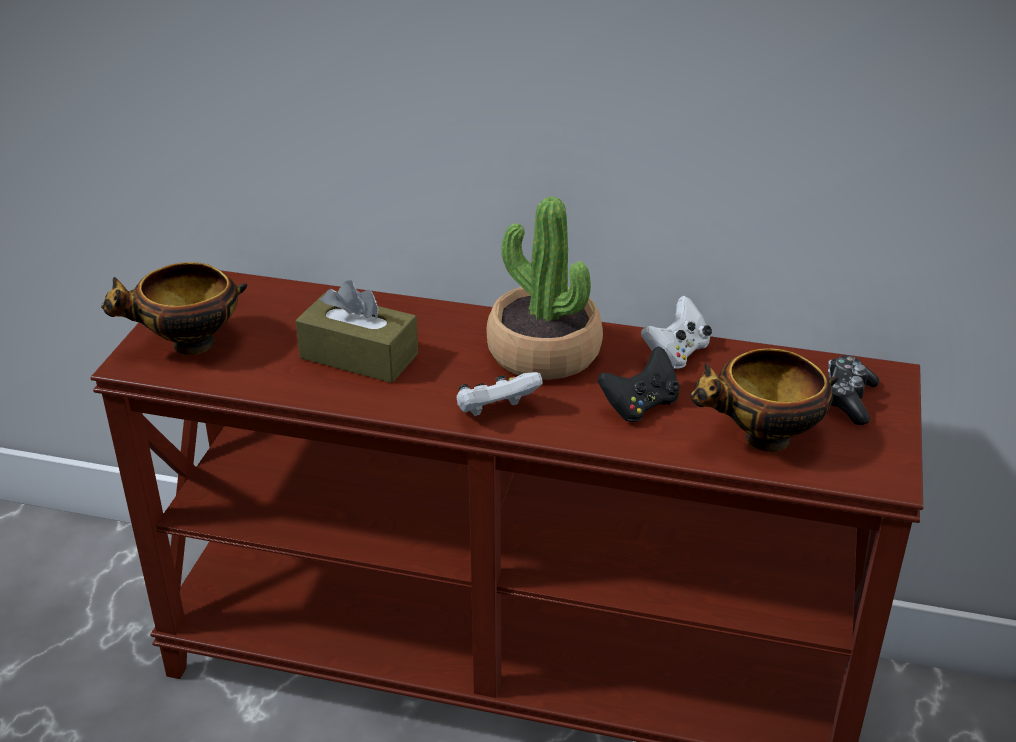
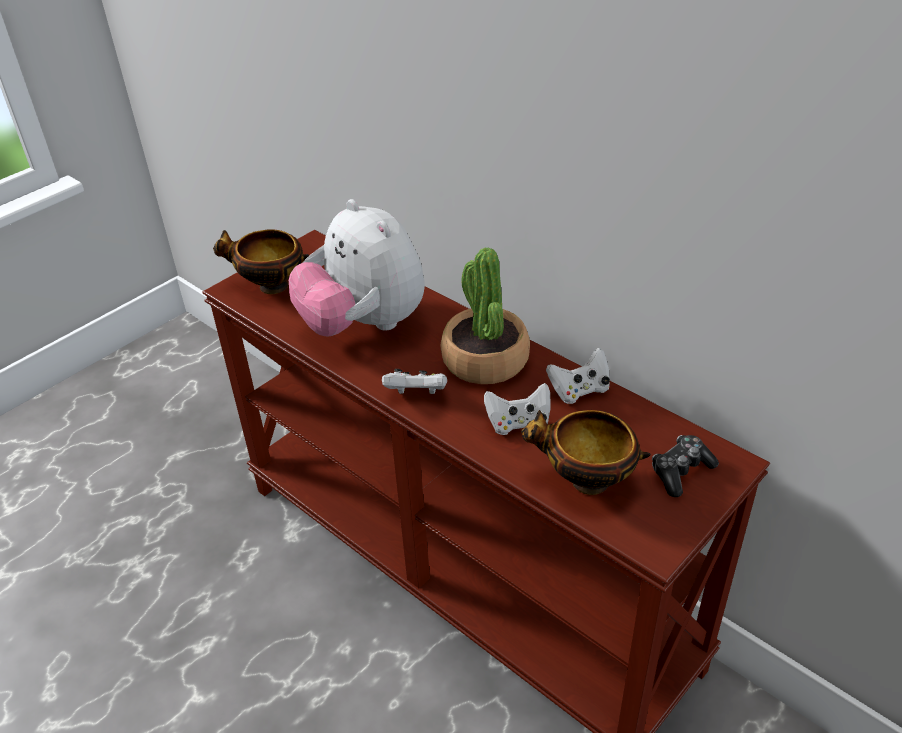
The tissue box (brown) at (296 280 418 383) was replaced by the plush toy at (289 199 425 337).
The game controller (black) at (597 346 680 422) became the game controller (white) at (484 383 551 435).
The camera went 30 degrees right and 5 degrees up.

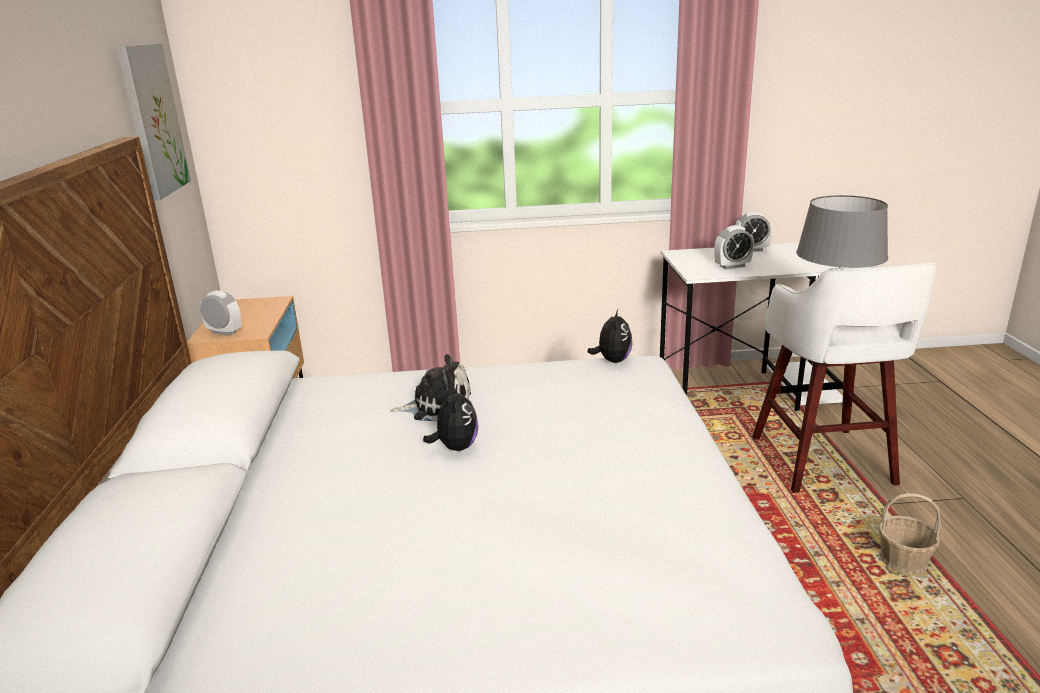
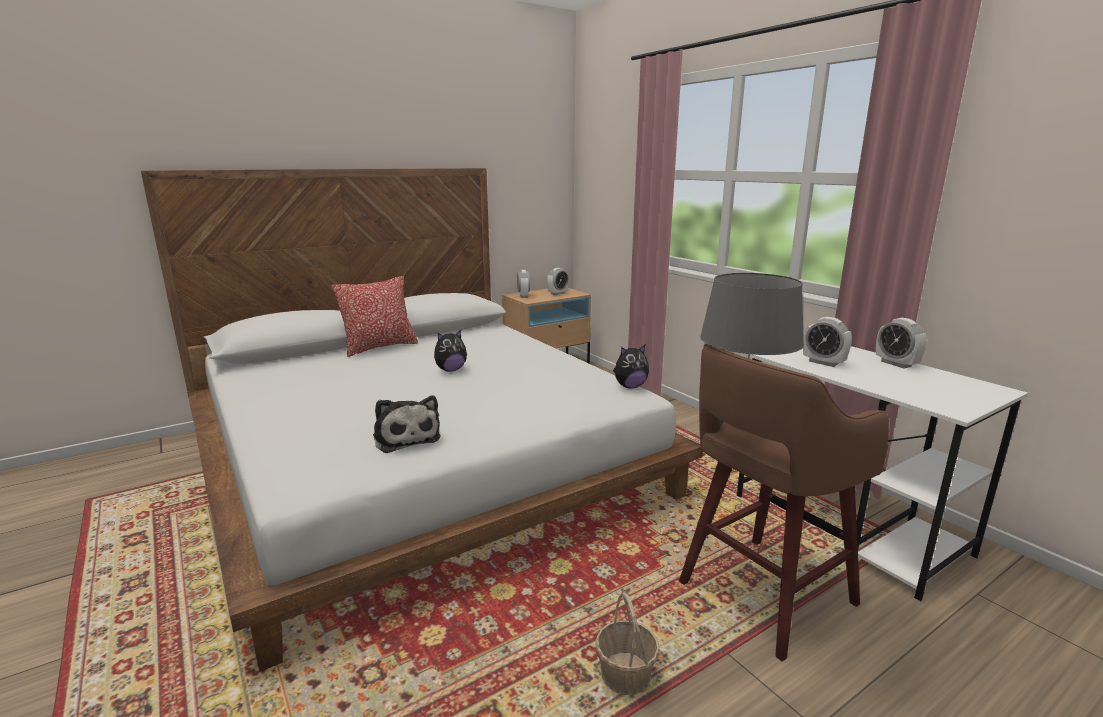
The pillow at (332 276 418 357) appeared.
The plush toy moved from (391 354 471 421) to (373 395 441 453).
The alarm clock at (547 268 568 295) appeared.
The stool (white) at (752 262 936 493) became the stool (brown) at (679 344 889 661).
The picture at (116 43 191 200) disappeared.
The camera went 60 degrees right and 5 degrees down.

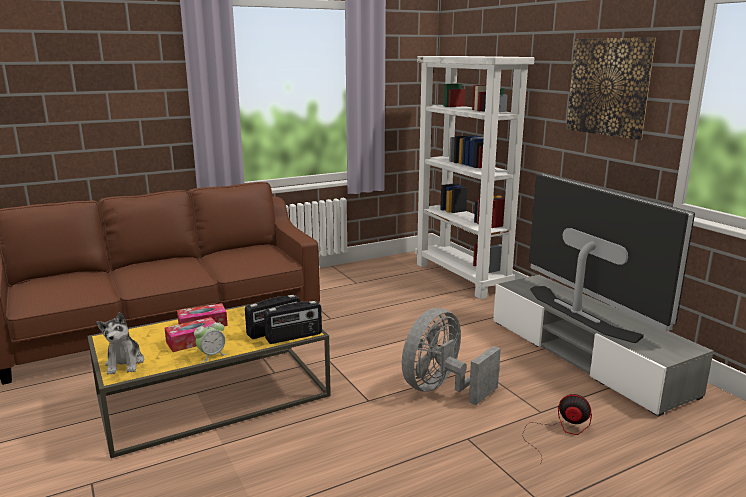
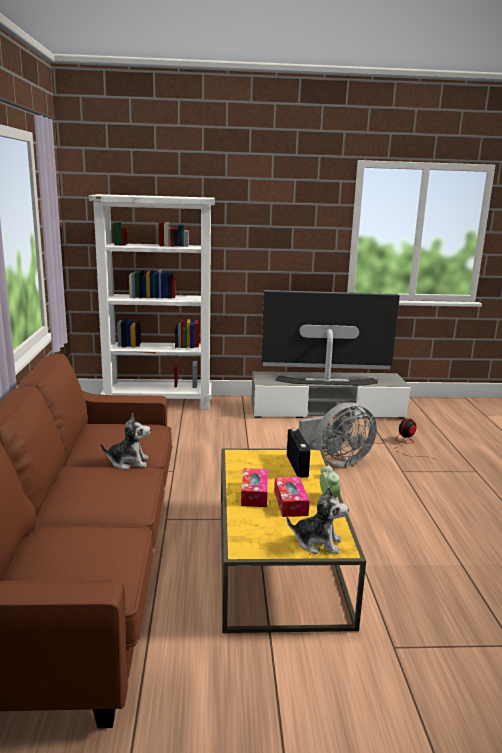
The plush toy at (100 413 151 469) appeared.
The fan (grey) at (402 308 501 405) turned 90 degrees counterclockwise.
The radio at (264 301 322 344) disappeared.
The picture at (566 37 656 140) disappeared.
The camera went 65 degrees left and 0 degrees up.

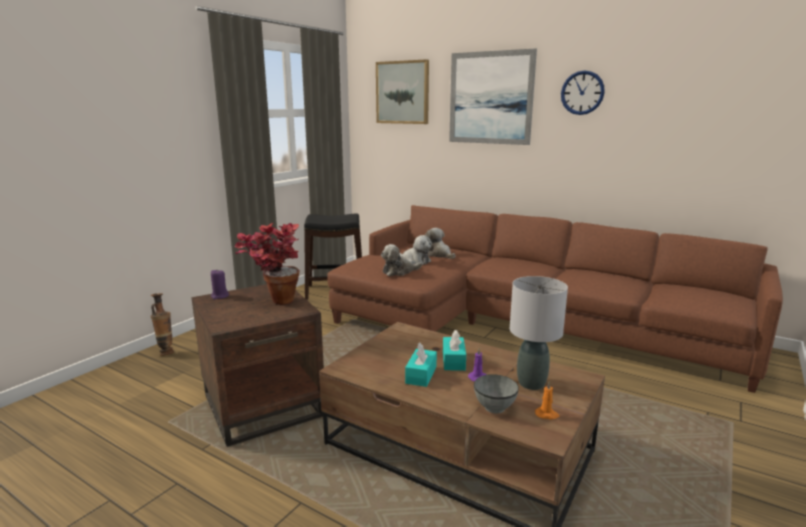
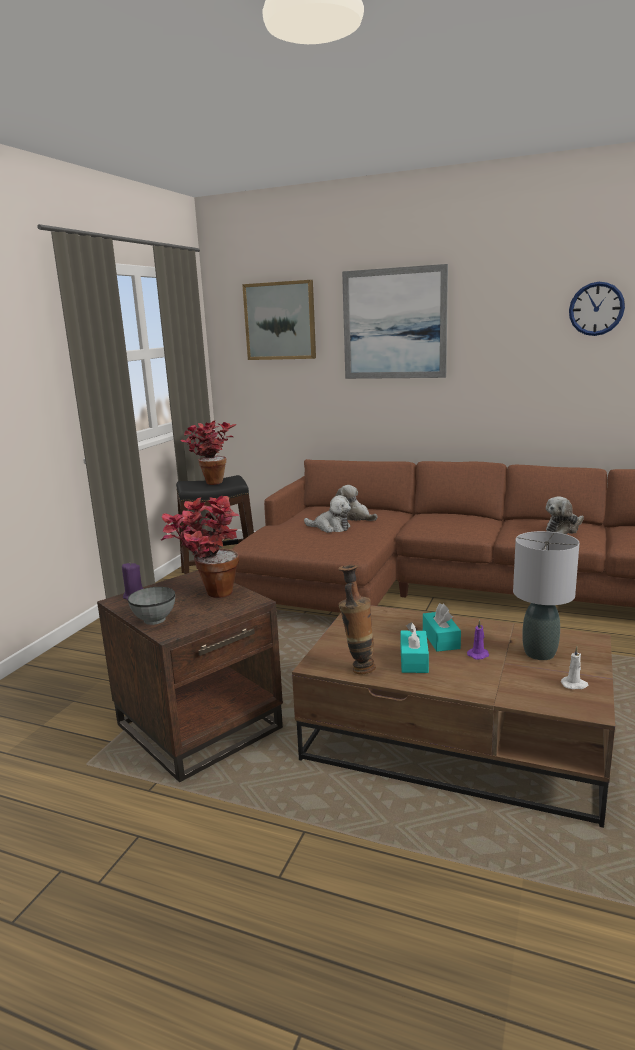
The bowl (grey) moved from (474 374 519 413) to (128 587 175 625).
The potted plant at (180 420 236 485) appeared.
The vase moved from (151 293 174 356) to (338 565 376 675).
The plush toy moved from (381 244 422 276) to (546 496 584 534).
The candle (orange) at (535 381 559 420) became the candle (white) at (561 647 588 689).
The wall clock moved from (561 70 605 115) to (569 282 625 336).
The camera went 10 degrees left and 0 degrees up.

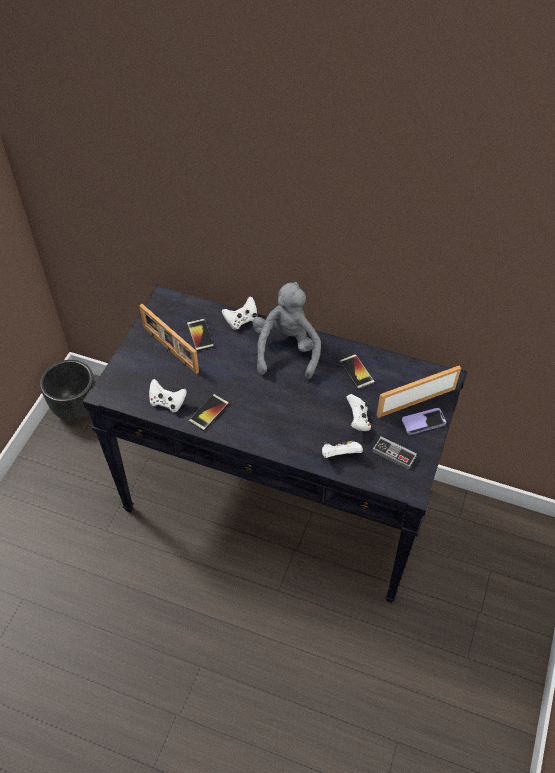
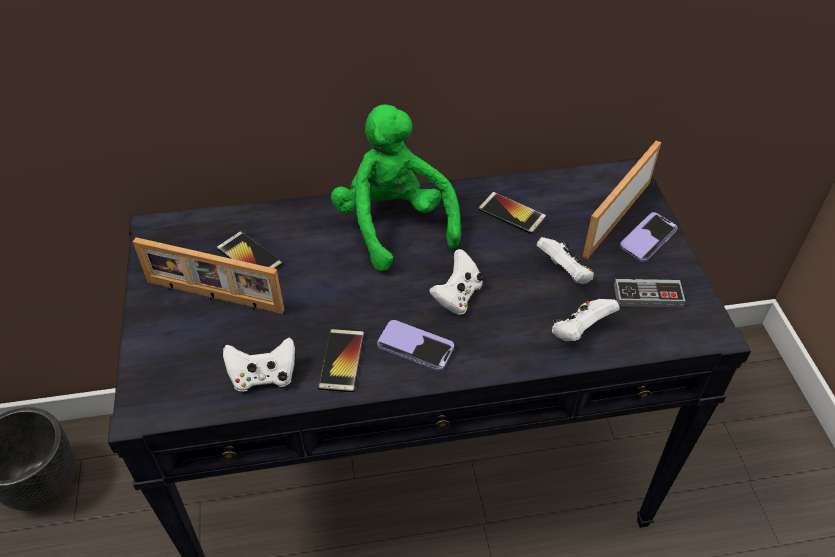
The plush toy (grey) at (252 282 321 379) became the plush toy (green) at (331 104 461 271).
The phone at (377 320 454 371) appeared.
The game controller (white) moved from (222 297 257 330) to (429 249 484 315).
The camera went 30 degrees left and 5 degrees down.

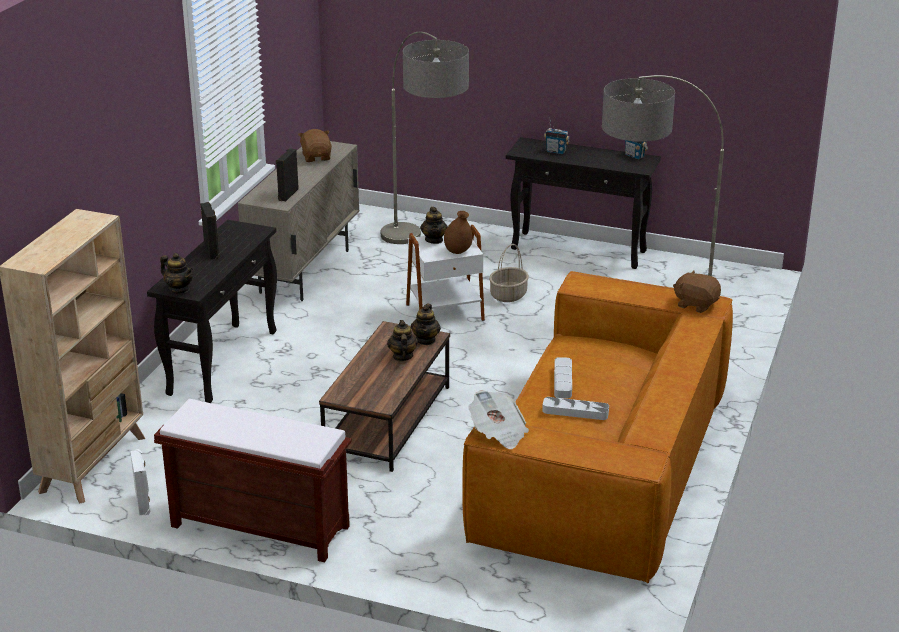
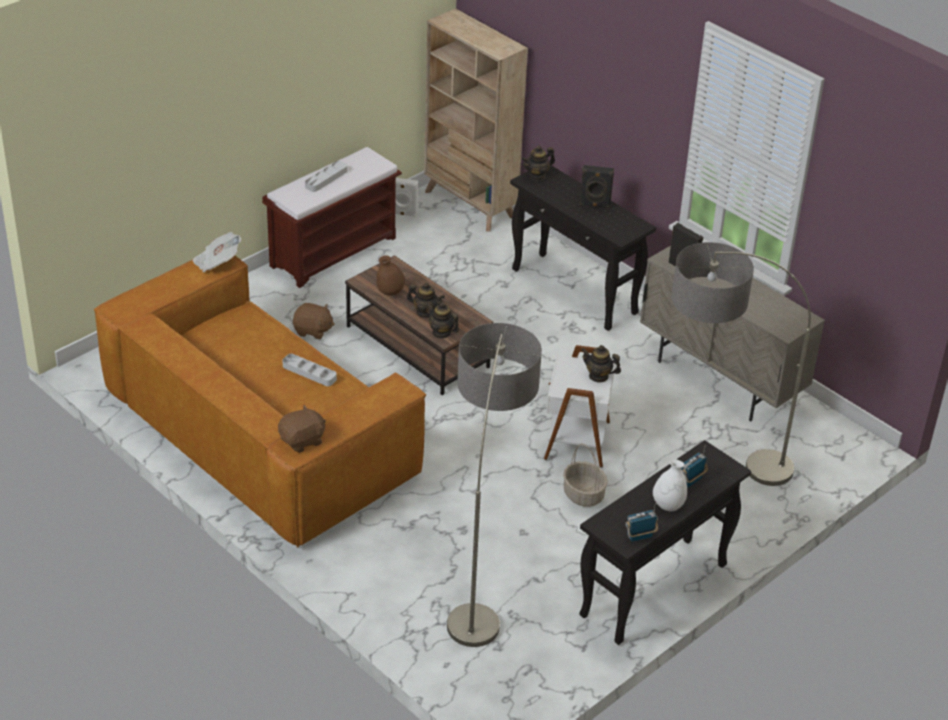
The plush toy (brown) moved from (298 129 332 162) to (293 303 335 339).
The tray (grey) moved from (542 397 609 420) to (305 161 348 192).
The vase (brown) moved from (444 211 472 254) to (376 256 405 296).
The vase (white) at (653 459 687 511) appeared.
The camera went 115 degrees right and 10 degrees up.

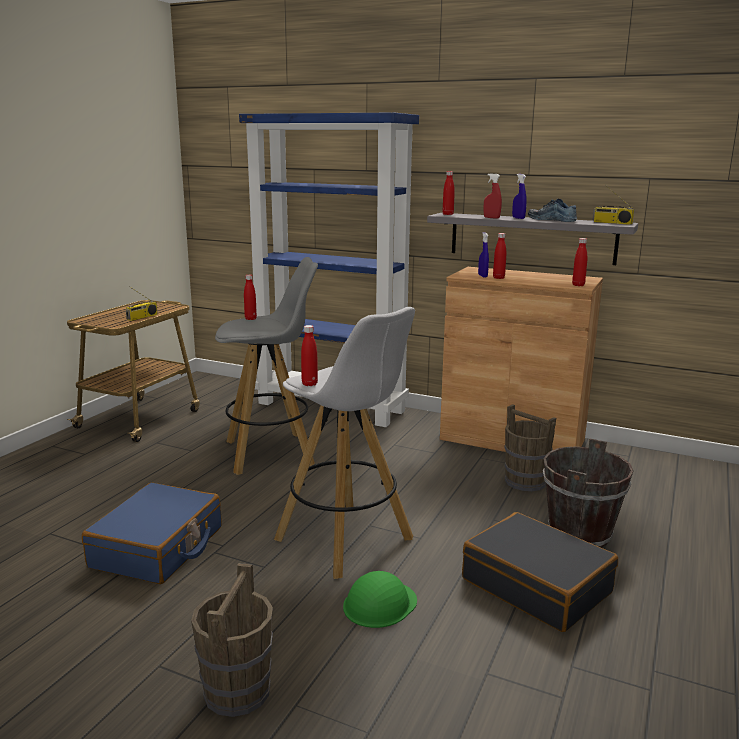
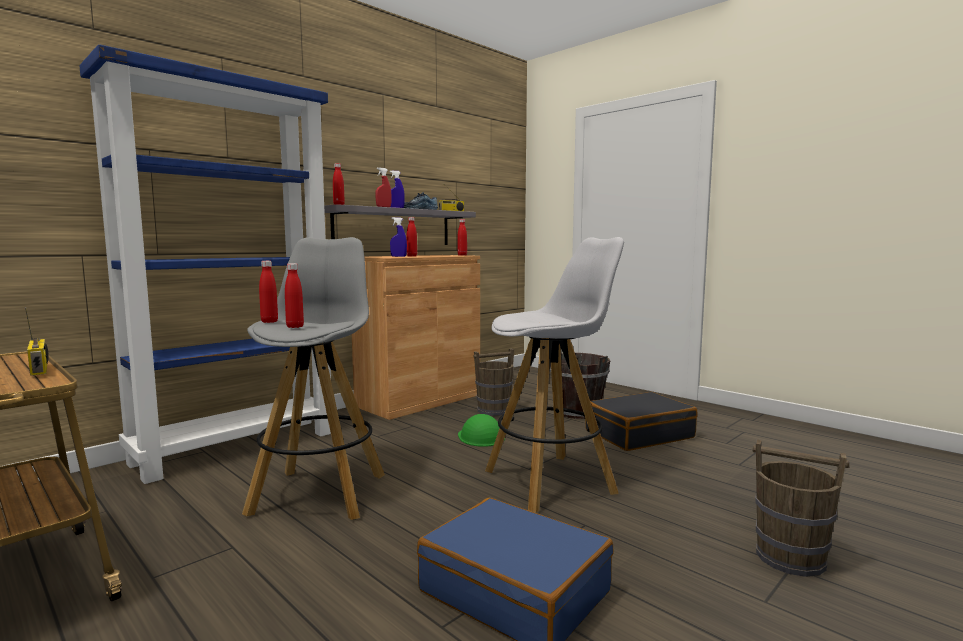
The bottle (red) moved from (301 325 318 386) to (285 263 304 328).
The hard hat (green) moved from (343 571 417 628) to (458 414 505 447).
The camera went 70 degrees left and 10 degrees down.

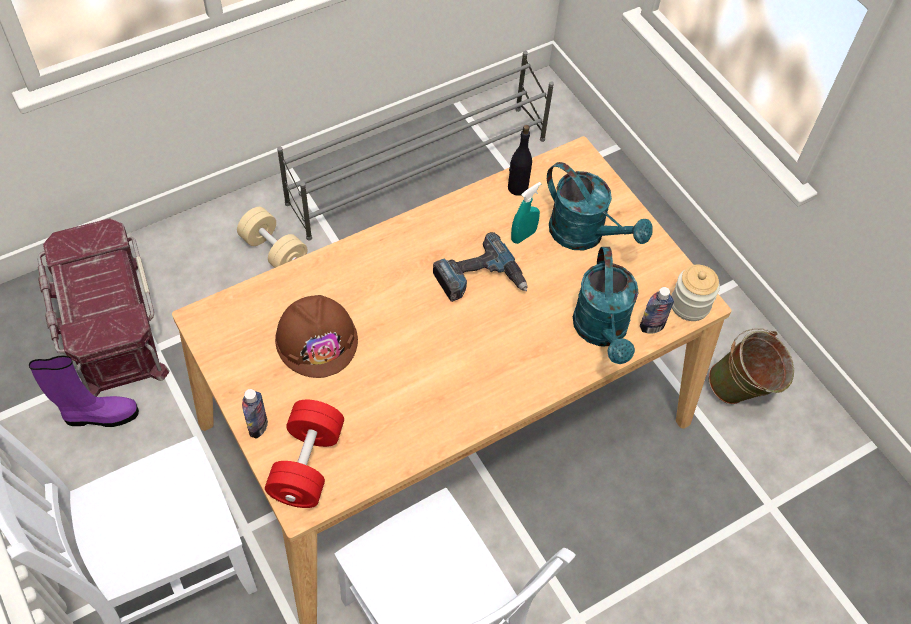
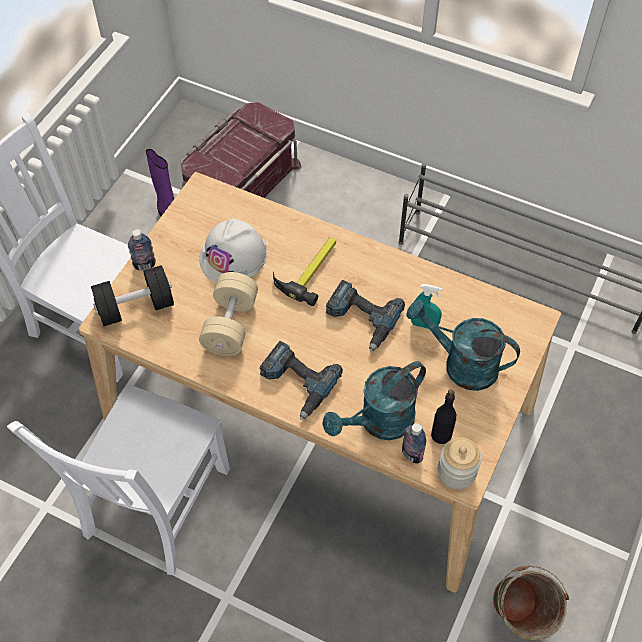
The dumbbell (red) at (265 399 344 508) became the dumbbell (black) at (91 265 174 326).
The hard hat (brown) at (275 295 358 378) became the hard hat (white) at (199 219 267 283).
The dumbbell (beige) moved from (237 207 307 268) to (199 272 258 356).
The power drill at (259 341 343 420) appeared.
The hammer at (273 237 336 306) appeared.
The watering can (turquoise) at (547 162 653 250) turned 105 degrees clockwise.
The bottle (black) moved from (508 125 532 196) to (431 389 456 444).
The camera went 60 degrees right and 0 degrees up.

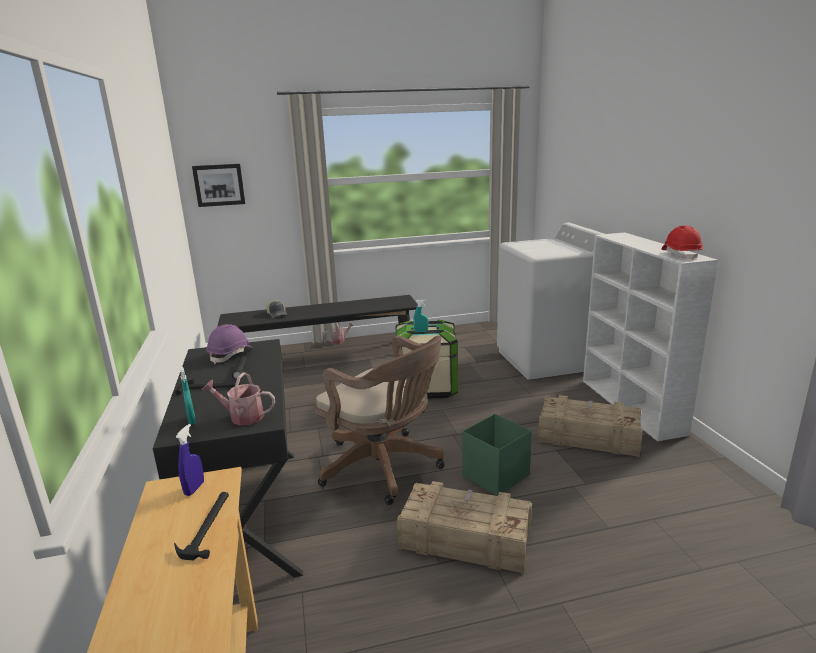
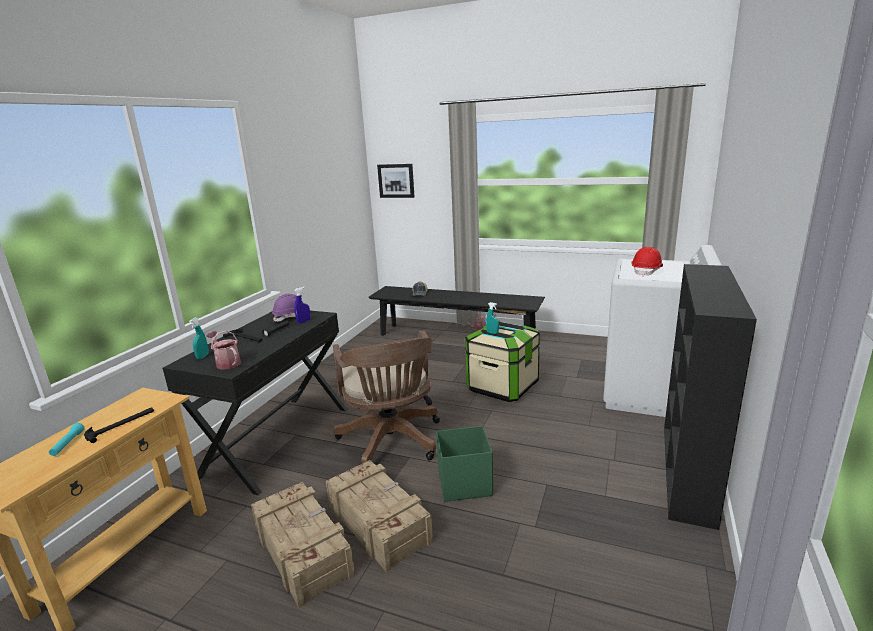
The flashlight (turquoise) at (49 423 85 456) appeared.
The crate moved from (538 395 643 457) to (251 482 355 608).
The spray bottle (blue) moved from (176 424 204 496) to (294 287 310 324).
The hard hat (red) moved from (662 226 703 260) to (631 247 663 276).
The bookcase (white) at (583 232 718 441) became the bookcase (black) at (664 264 757 530).
The camera went 35 degrees right and 0 degrees up.

